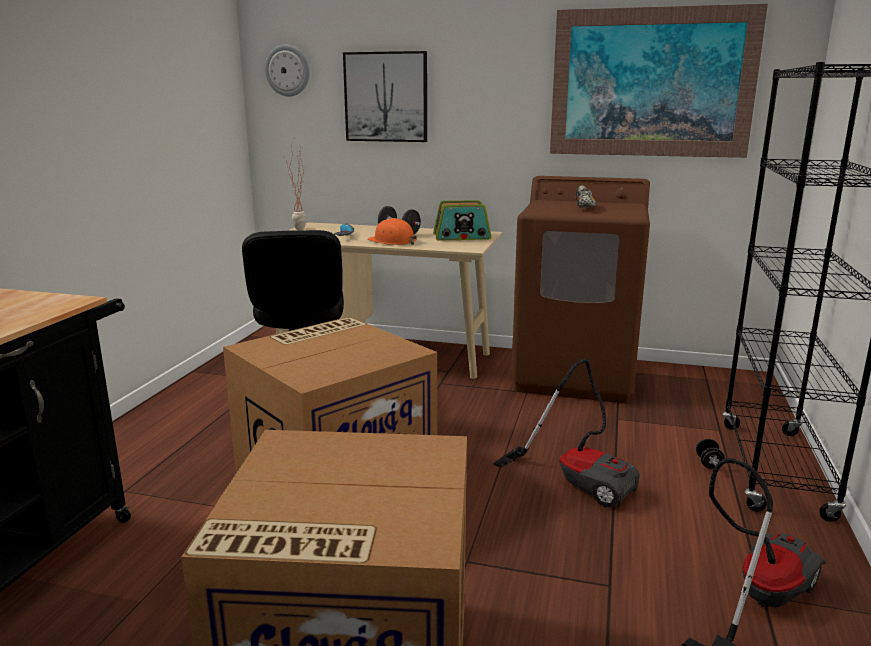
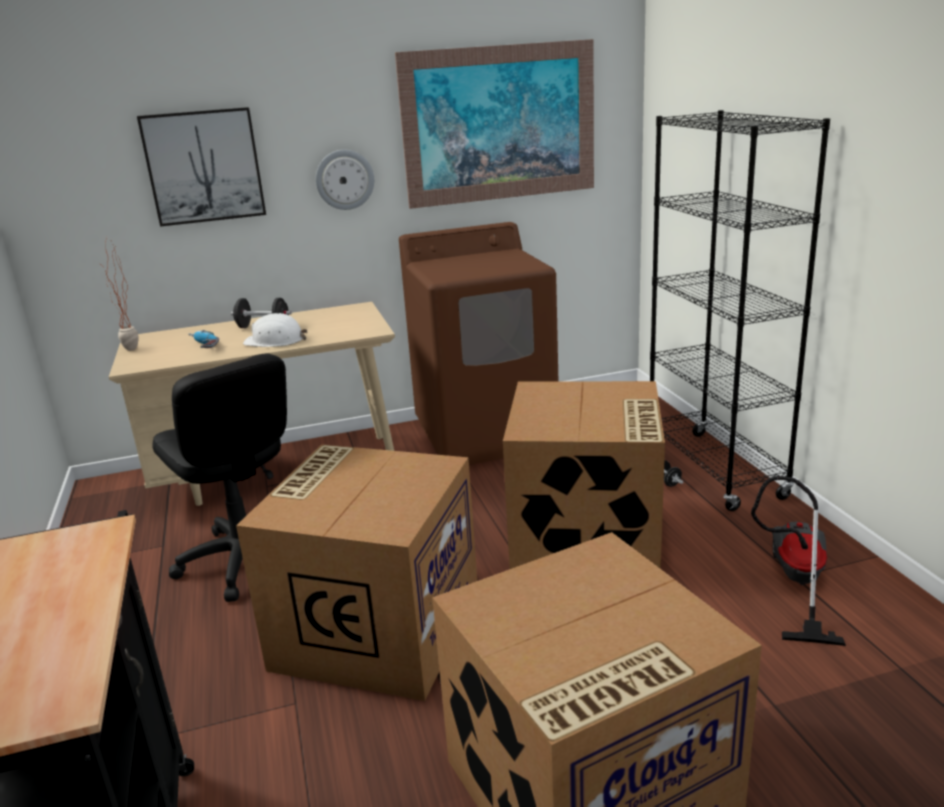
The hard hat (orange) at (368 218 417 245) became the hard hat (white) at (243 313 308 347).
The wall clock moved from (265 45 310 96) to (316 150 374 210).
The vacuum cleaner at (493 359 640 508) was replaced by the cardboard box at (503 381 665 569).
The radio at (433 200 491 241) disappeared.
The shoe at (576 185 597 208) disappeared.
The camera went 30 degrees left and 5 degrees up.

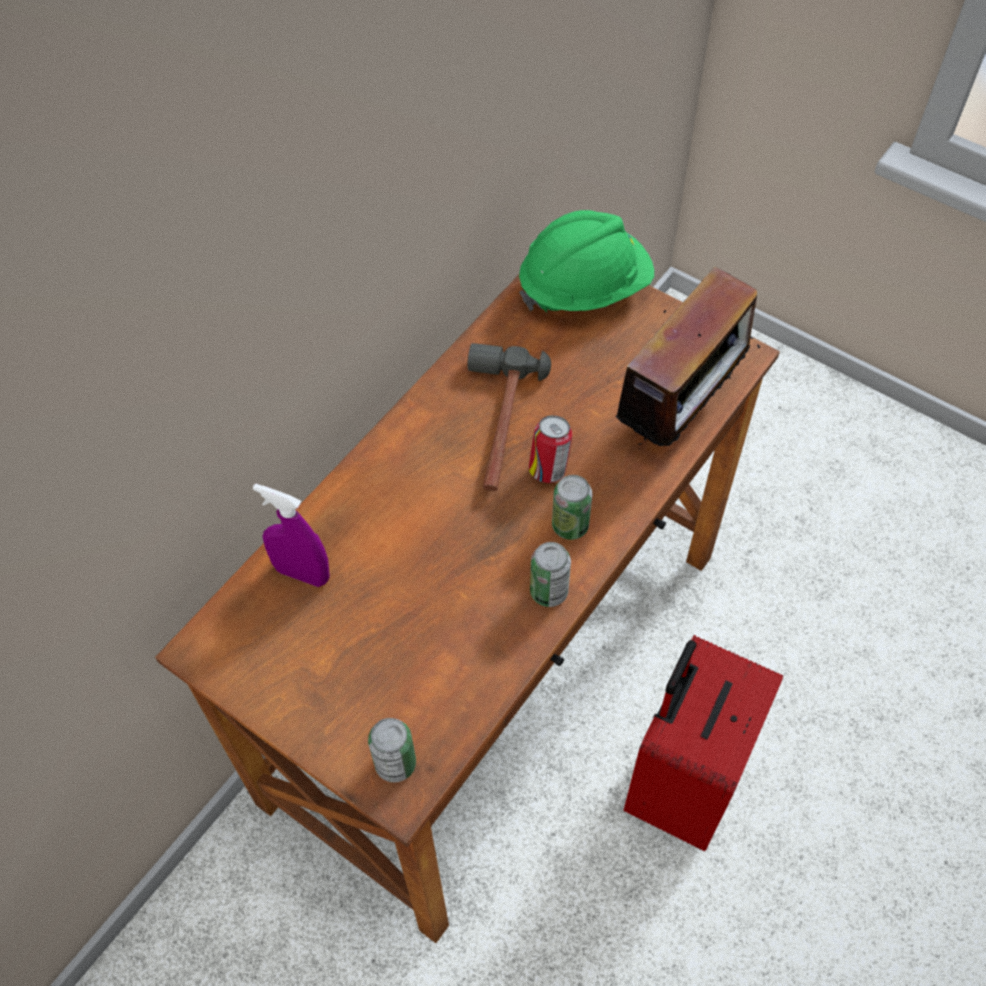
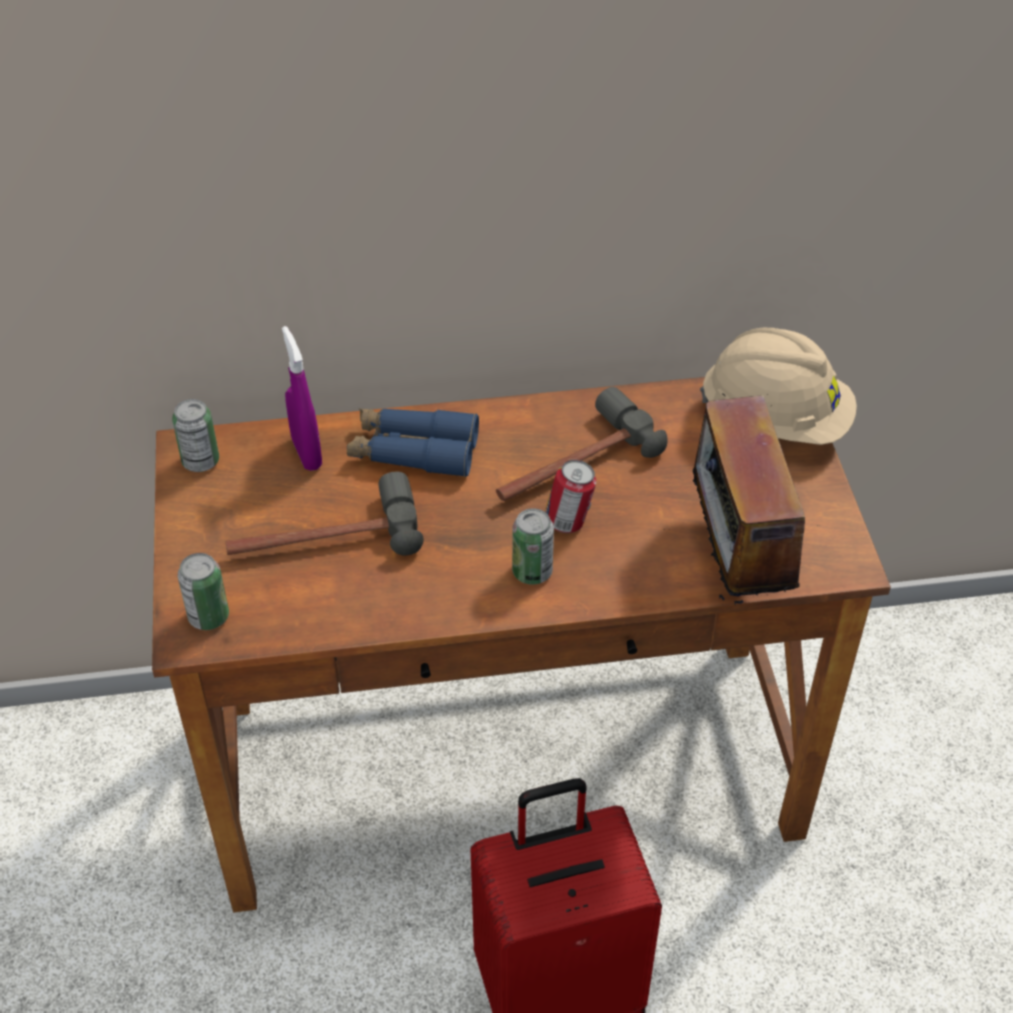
The can moved from (530 542 571 607) to (172 399 219 472).
The hammer at (226 472 424 555) appeared.
The binoculars (blue) at (347 408 479 477) appeared.
The radio at (608 266 760 450) turned 90 degrees clockwise.
The hard hat (green) at (519 210 654 313) became the hard hat (beige) at (700 328 857 445).
The camera went 45 degrees right and 10 degrees down.

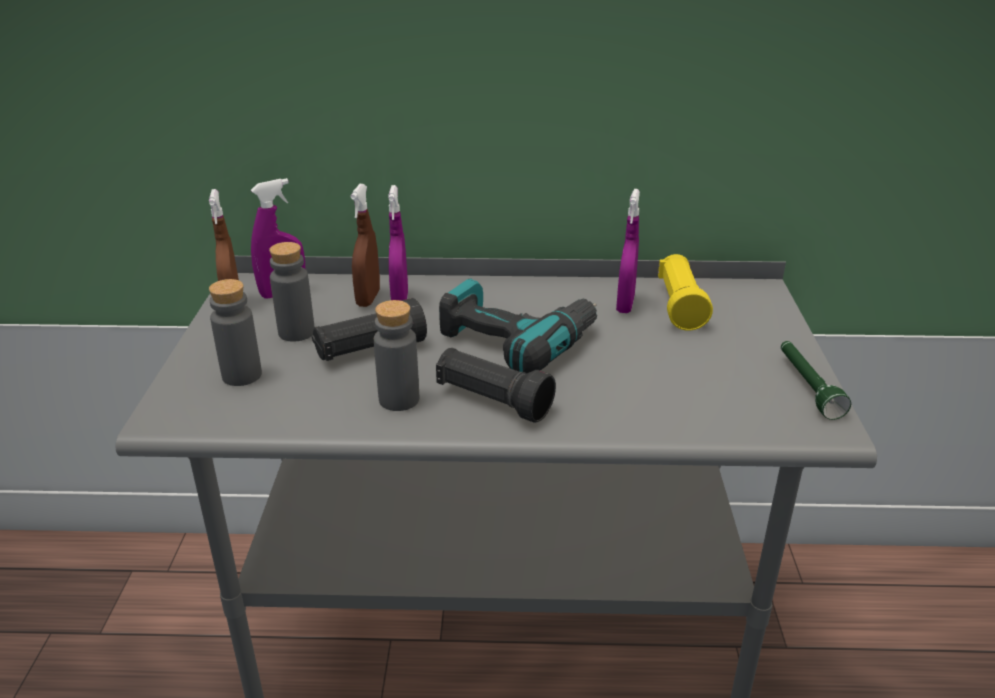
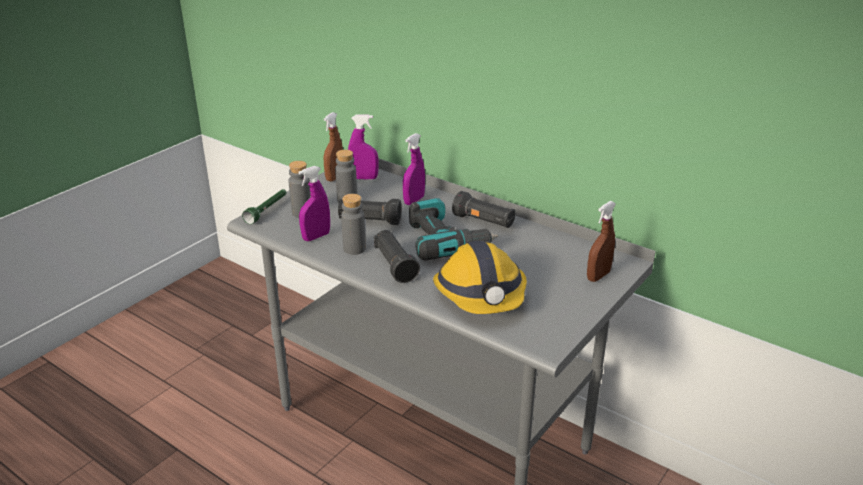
The flashlight (green) moved from (781 341 851 420) to (242 189 286 224).
The spray bottle (purple) moved from (616 189 640 313) to (299 166 330 241).
The hard hat at (433 241 527 314) appeared.
The flashlight (black) at (452 191 515 228) appeared.
The spray bottle (brown) moved from (351 184 380 307) to (587 201 616 282).
The flashlight (yellow) at (658 254 713 331) disappeared.
The camera went 35 degrees right and 0 degrees up.

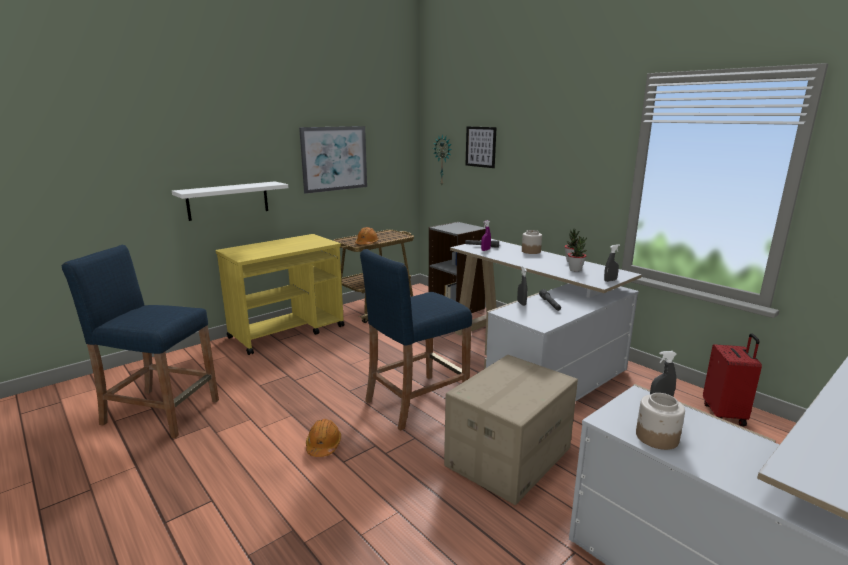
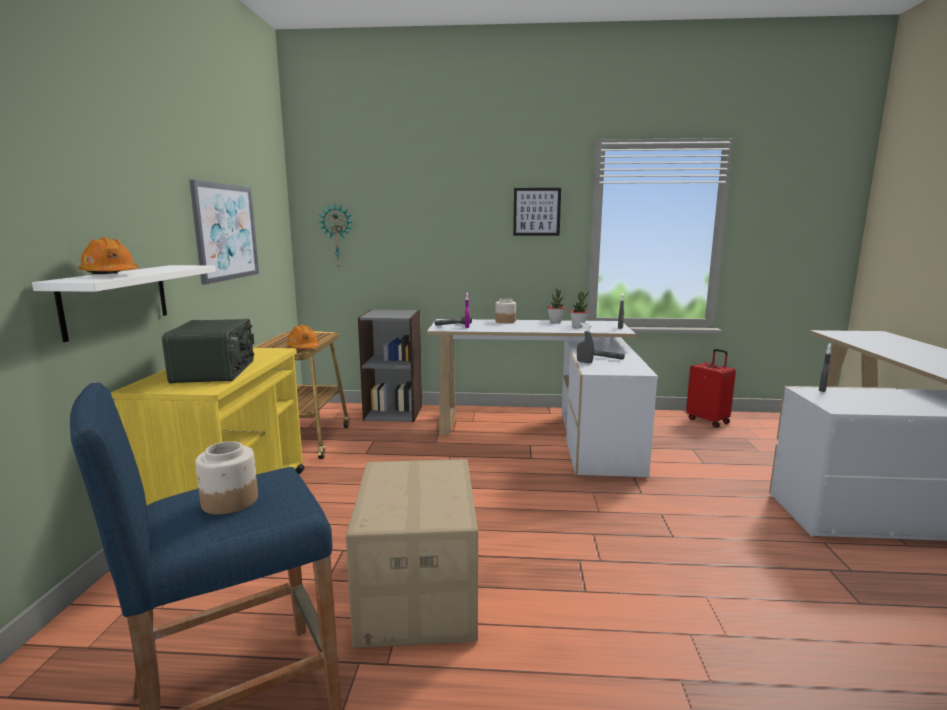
The hard hat (orange) moved from (306 419 341 457) to (78 237 138 274).
The radio at (162 319 255 383) appeared.
The jar moved from (636 393 685 450) to (195 441 258 514).
The cardboard box moved from (444 355 578 505) to (346 459 478 648).
The picture moved from (466 126 497 168) to (513 188 561 236).
The stool (blue) at (360 249 472 431) disappeared.
The camera went 45 degrees left and 5 degrees down.

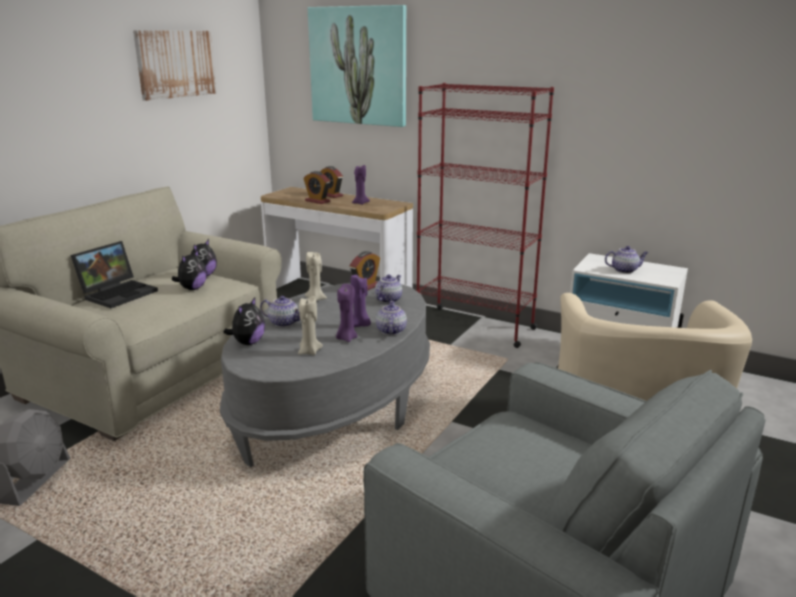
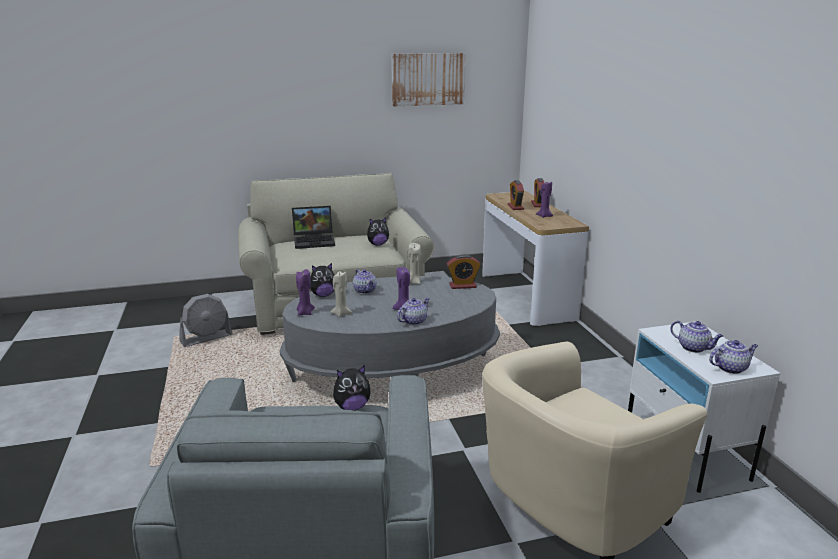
The candle (purple) moved from (336 284 357 342) to (296 269 315 316).
The plush toy moved from (171 250 207 290) to (333 365 371 410).
The teapot moved from (375 275 402 303) to (709 340 758 374).
The picture at (308 5 406 127) disappeared.
The bookcase (red) at (416 83 554 348) disappeared.
The camera went 45 degrees right and 0 degrees up.

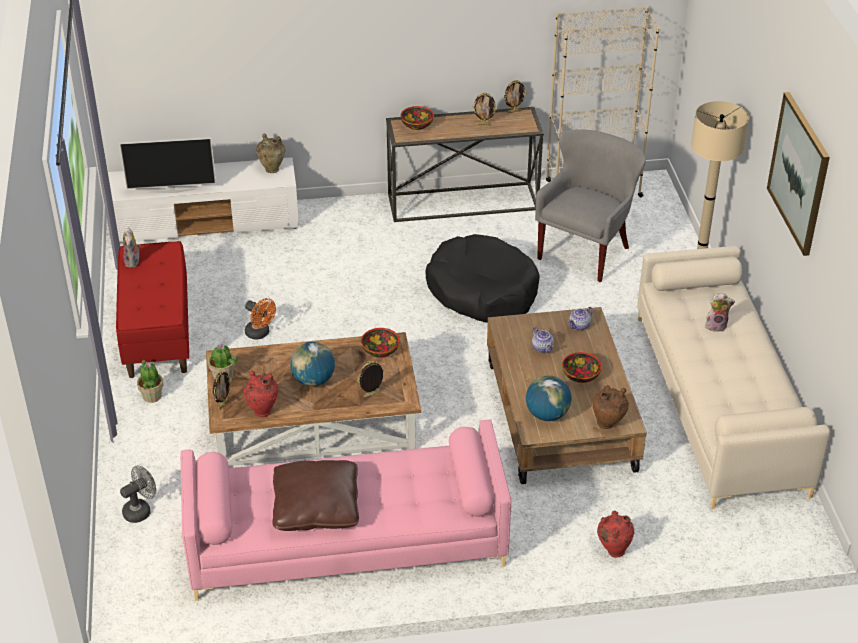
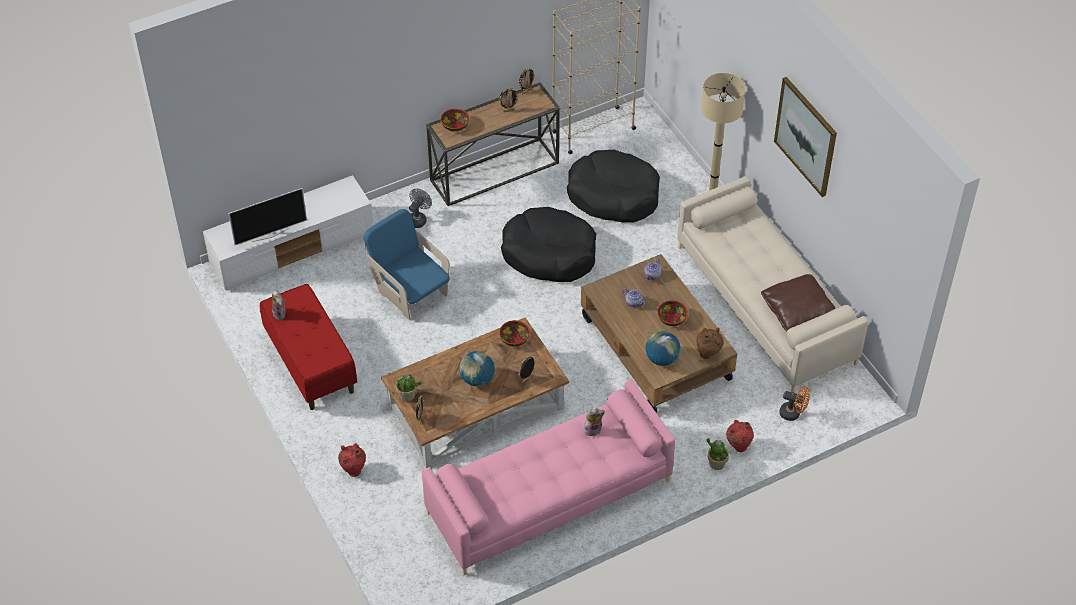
The vase (red) moved from (243 370 278 417) to (338 443 366 477).
The armchair (blue) at (364 209 450 320) appeared.
The fan (grey) moved from (120 465 156 523) to (409 188 432 228).
The armchair (grey) at (535 129 646 282) was replaced by the dog bed (black) at (567 150 660 223).
The plush toy moved from (705 293 735 332) to (584 408 605 436).
The potted plant moved from (137 359 163 403) to (707 438 729 470).
The pillow (brown) moved from (272 460 359 531) to (761 274 836 332).
The fan (orange) moved from (245 298 276 340) to (779 386 810 421).
The vase (beige) at (256 133 285 173) disappeared.
The camera went 20 degrees left and 10 degrees up.

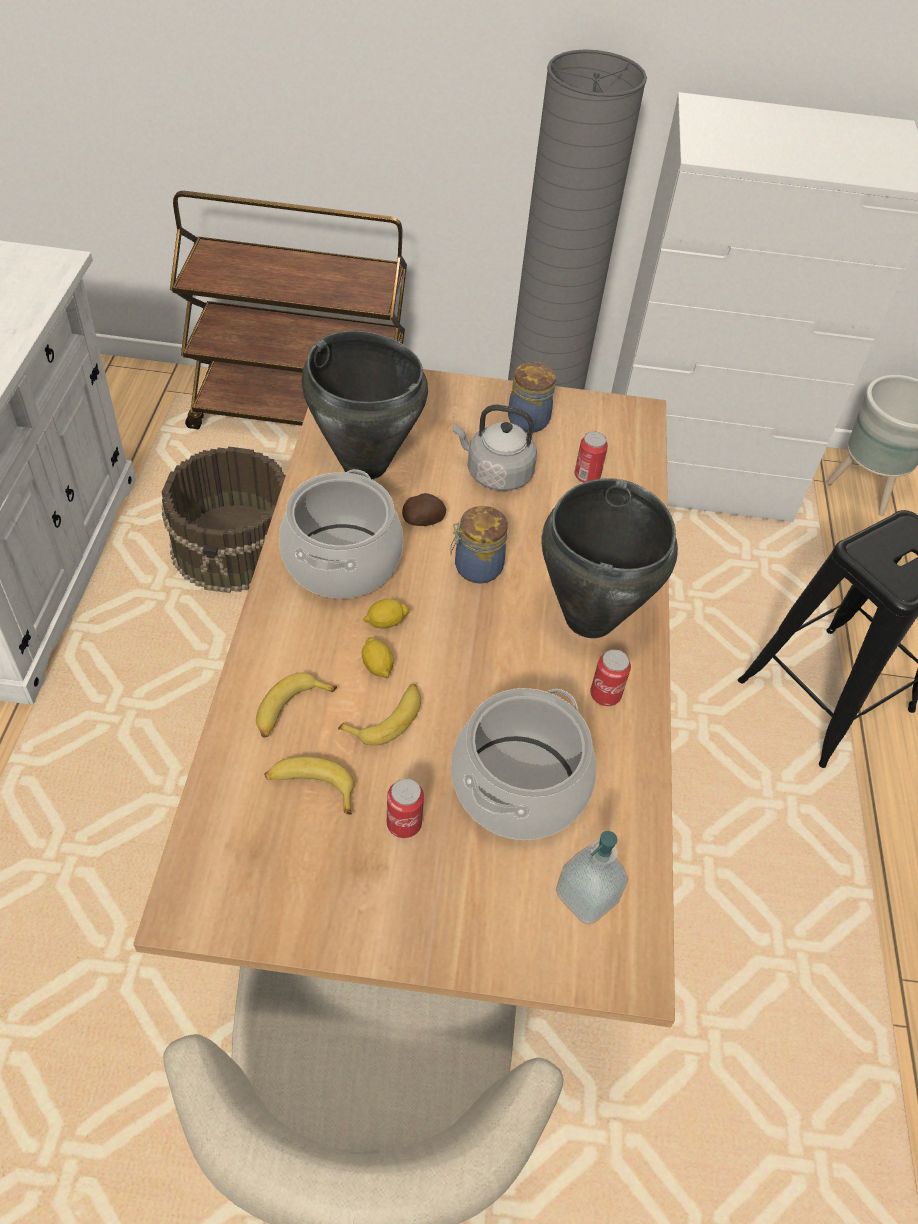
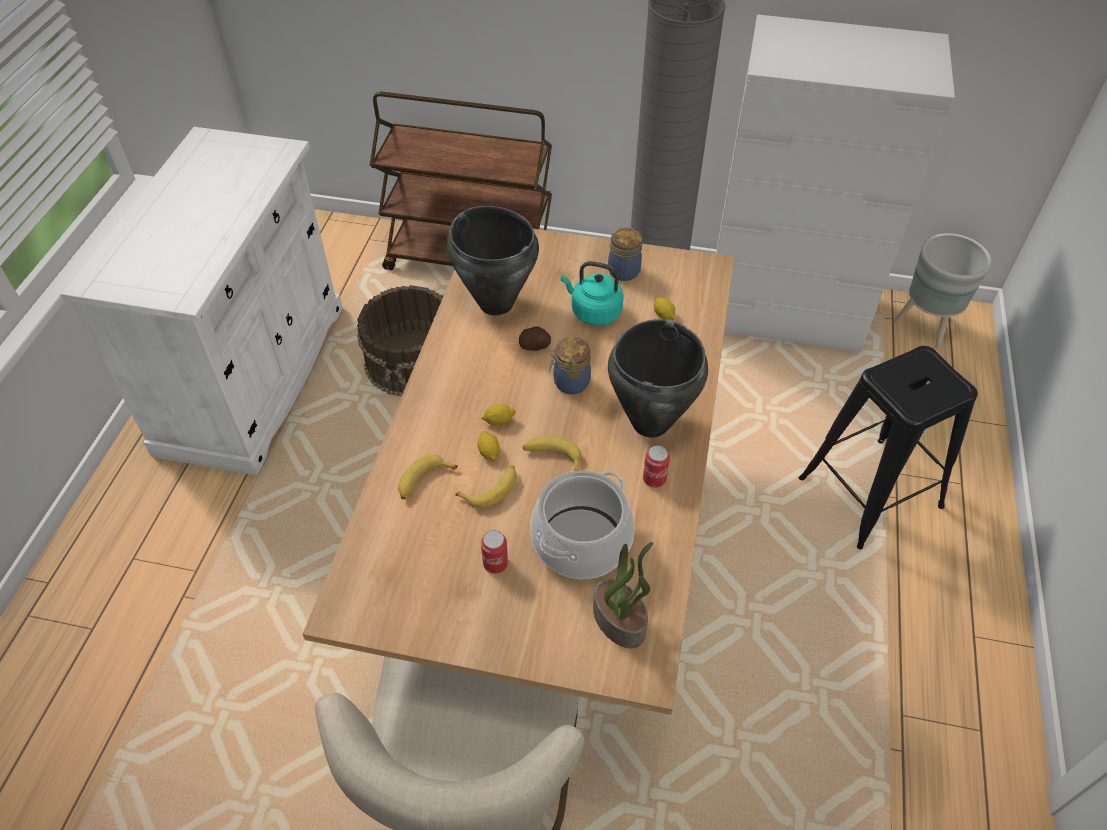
The banana moved from (264 756 354 815) to (523 437 582 471).
The kettle (grey) at (453 405 537 491) became the kettle (turquoise) at (561 261 624 325).
The soap dispenser at (556 831 629 925) was replaced by the potted plant at (593 542 653 648).
The can at (575 432 608 483) was replaced by the lemon at (654 297 675 320).
The cooking pot at (279 469 403 599) disappeared.
The camera went 10 degrees right and 0 degrees up.

